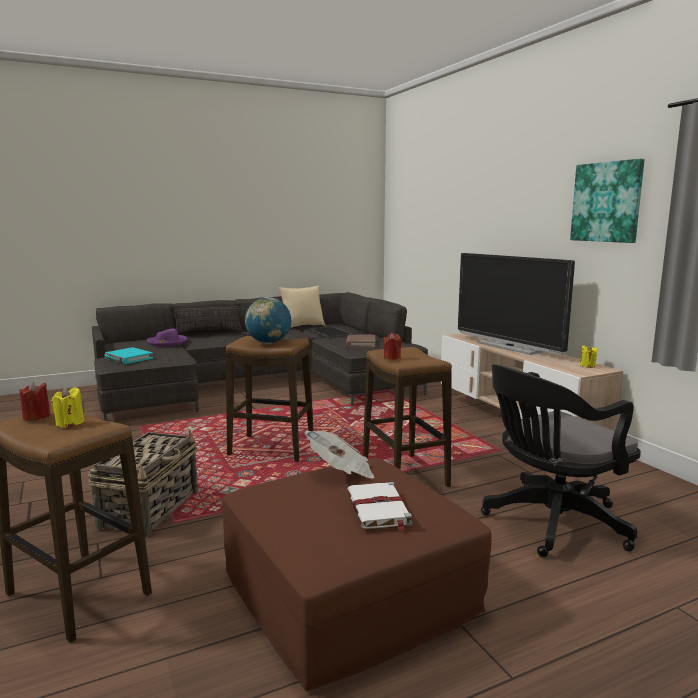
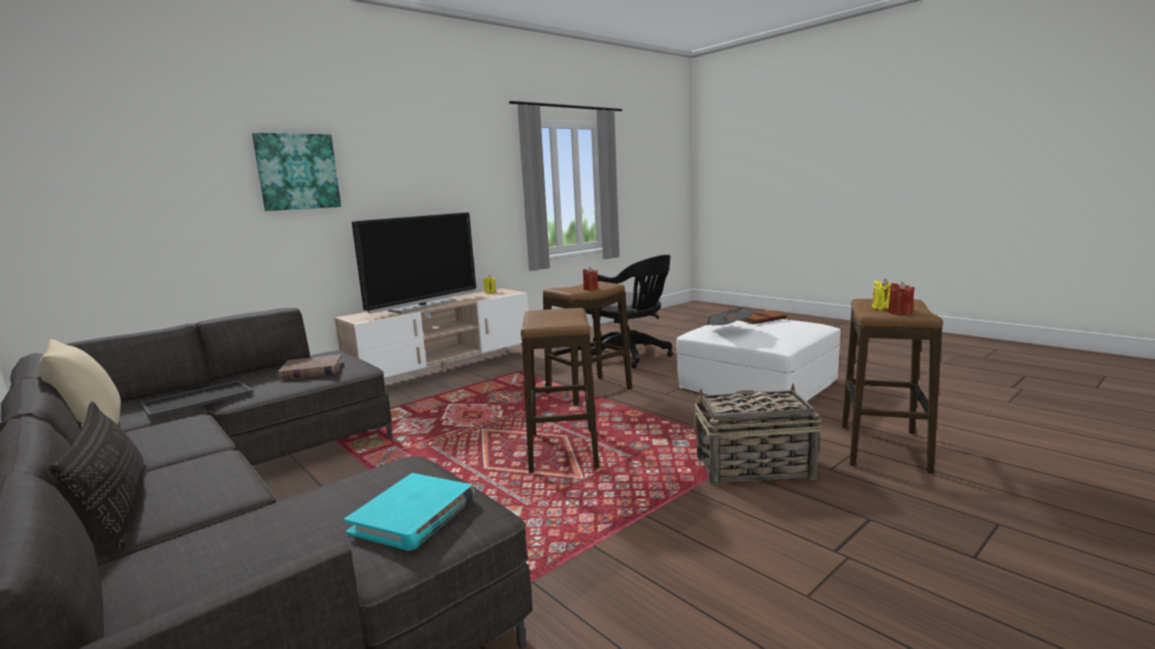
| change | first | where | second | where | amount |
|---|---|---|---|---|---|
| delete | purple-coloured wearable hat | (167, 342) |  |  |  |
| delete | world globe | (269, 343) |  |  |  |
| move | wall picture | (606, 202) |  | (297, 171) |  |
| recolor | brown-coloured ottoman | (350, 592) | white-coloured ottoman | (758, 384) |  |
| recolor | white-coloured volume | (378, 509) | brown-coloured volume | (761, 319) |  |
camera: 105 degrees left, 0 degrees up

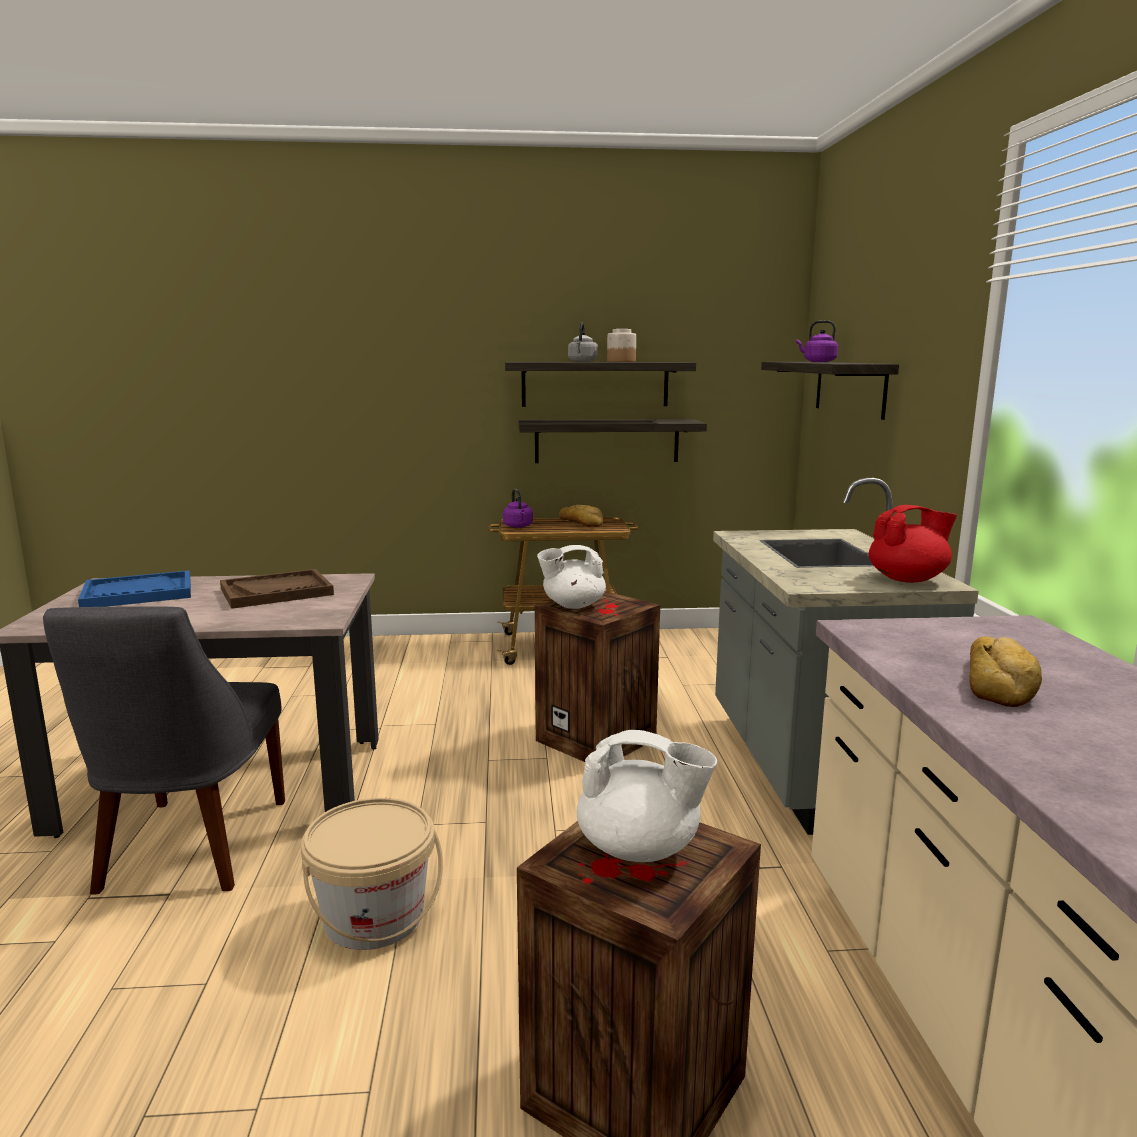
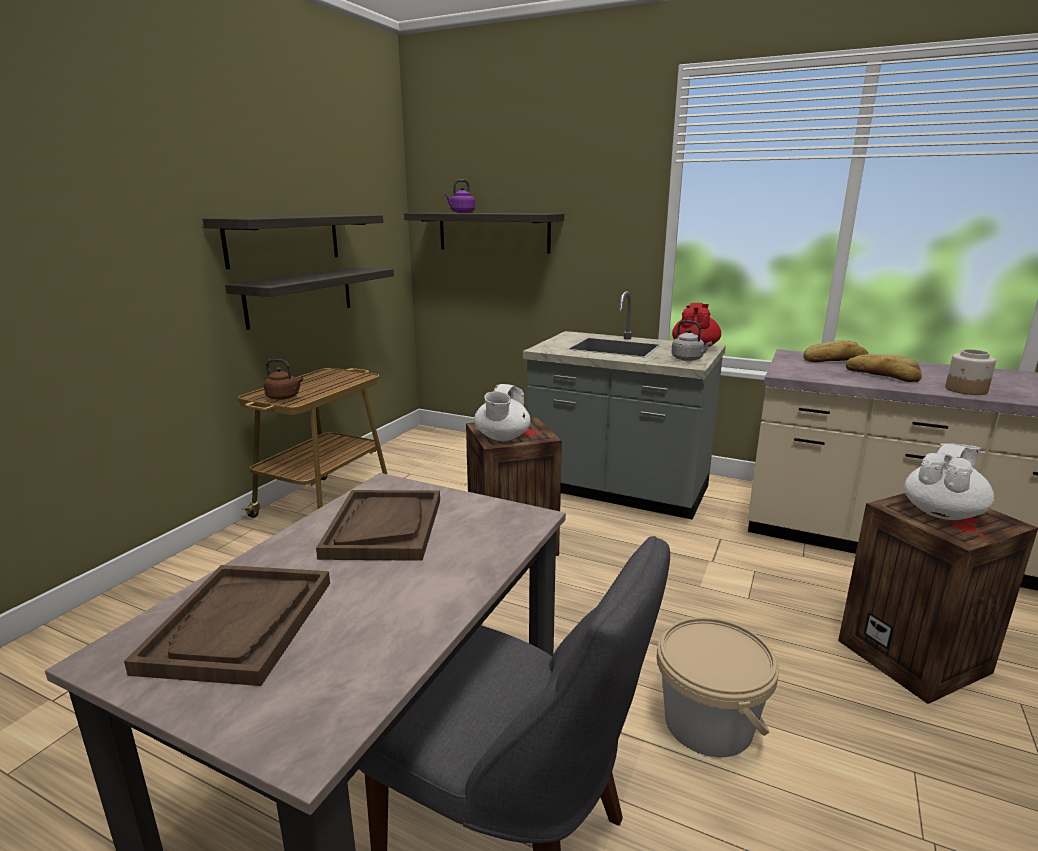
| change | first | where | second | where | amount |
|---|---|---|---|---|---|
| move | bread | (581, 522) |  | (833, 360) |  |
| move | grey tea kettle | (582, 361) |  | (688, 359) |  |
| move | jar | (621, 361) |  | (966, 390) |  |
| recolor | bluish serving tray | (138, 593) | brown-coloured serving tray | (240, 625) |  |
| recolor | purple-coloured tea kettle | (518, 526) | brown-coloured tea kettle | (284, 397) |  |
camera: 60 degrees left, 5 degrees up

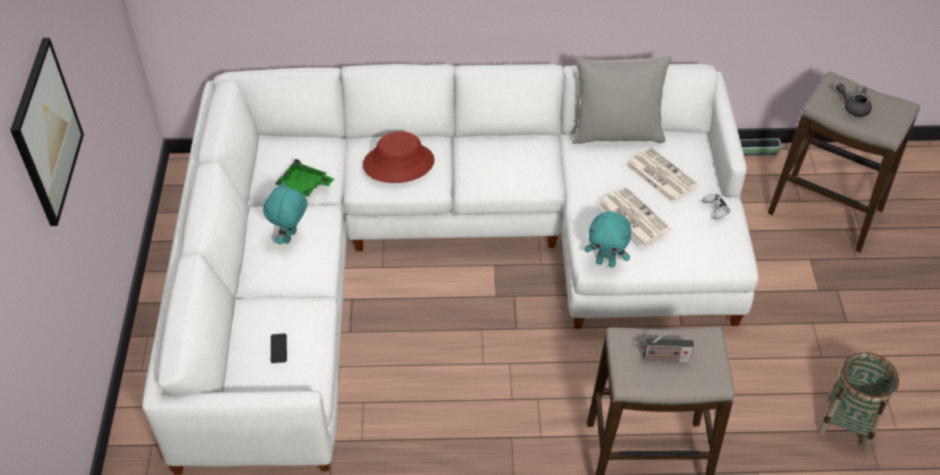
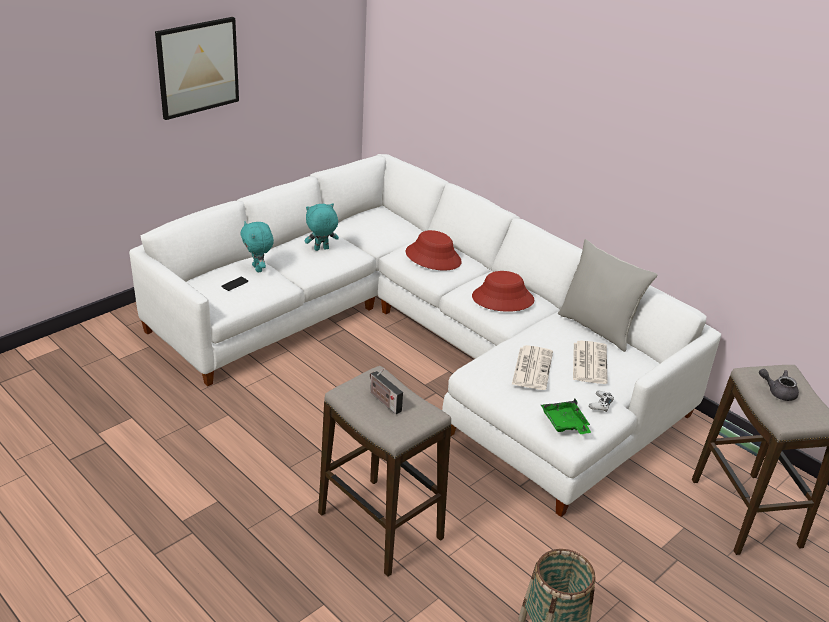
| change | first | where | second | where | amount |
|---|---|---|---|---|---|
| insert |  |  | reddish wearable hat | (502, 299) |  |
| move | greenish serving tray | (304, 185) |  | (564, 423) |  |
| move | blue-green soft toy | (606, 262) |  | (258, 268) |  |
| rotate | grey pot for tea | (853, 107) |  | (778, 392) | 60 degrees counterclockwise |
camera: 45 degrees right, 15 degrees down

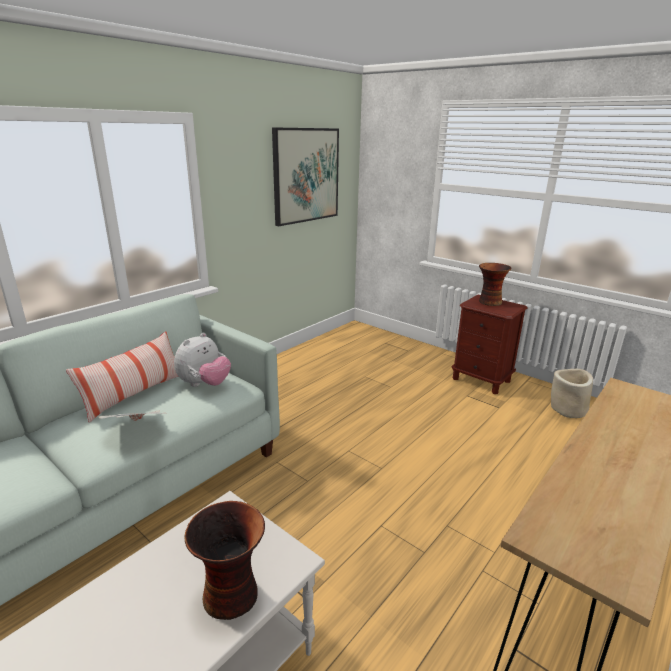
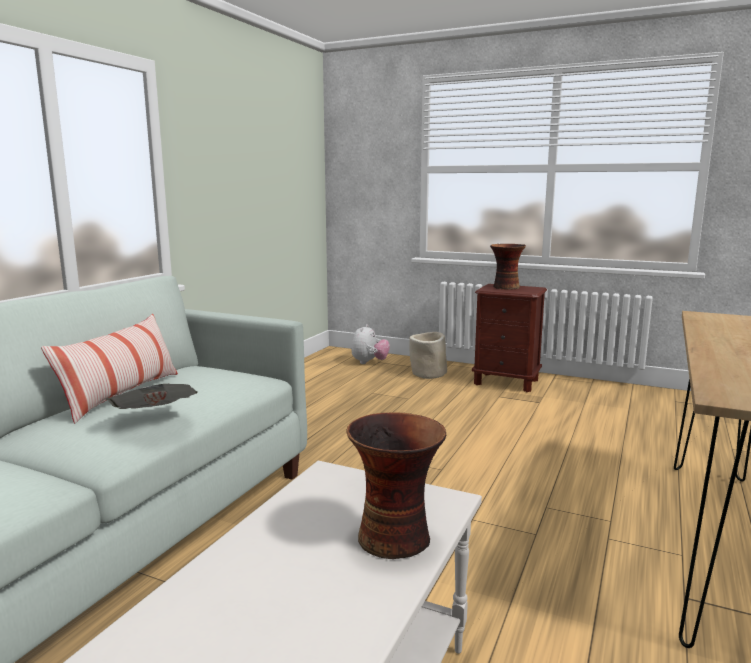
| change | first | where | second | where | amount |
|---|---|---|---|---|---|
| delete | wall picture | (306, 175) |  |  |  |
| move | soft toy | (204, 384) |  | (369, 362) |  |
| move | beige planter | (568, 409) |  | (428, 374) |  |
camera: 15 degrees left, 10 degrees down

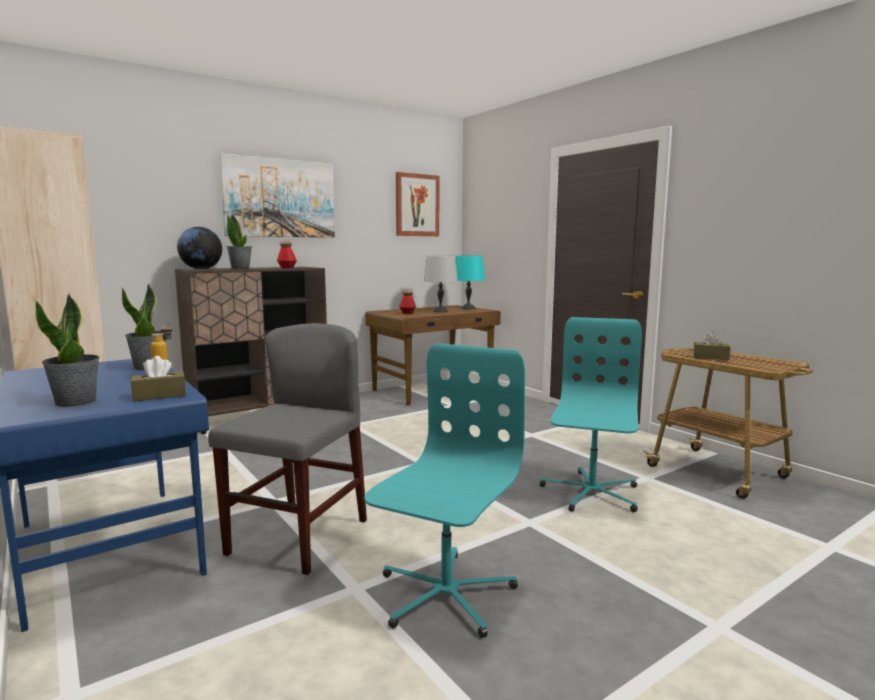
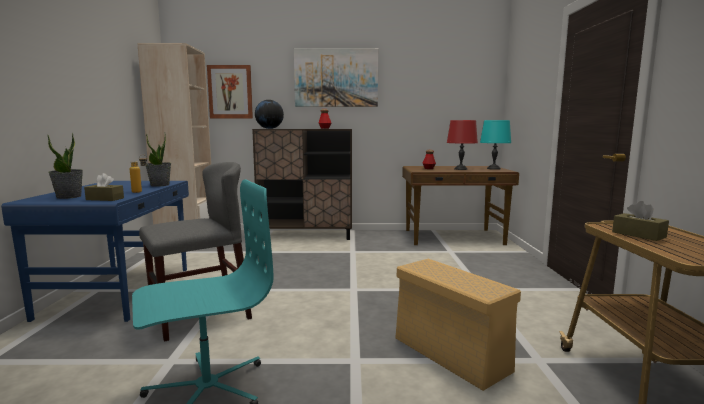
| change | first | where | second | where | amount |
|---|---|---|---|---|---|
| delete | houseplant | (240, 268) |  |  |  |
| move | wall picture | (417, 205) |  | (230, 92) |  |
| replace | blue-green computer chair | (590, 493) | beige storage container | (452, 355) |  |
| recolor | grey lamp for a table | (440, 311) | reddish lamp for a table | (460, 169) |  |
camera: 35 degrees right, 0 degrees up

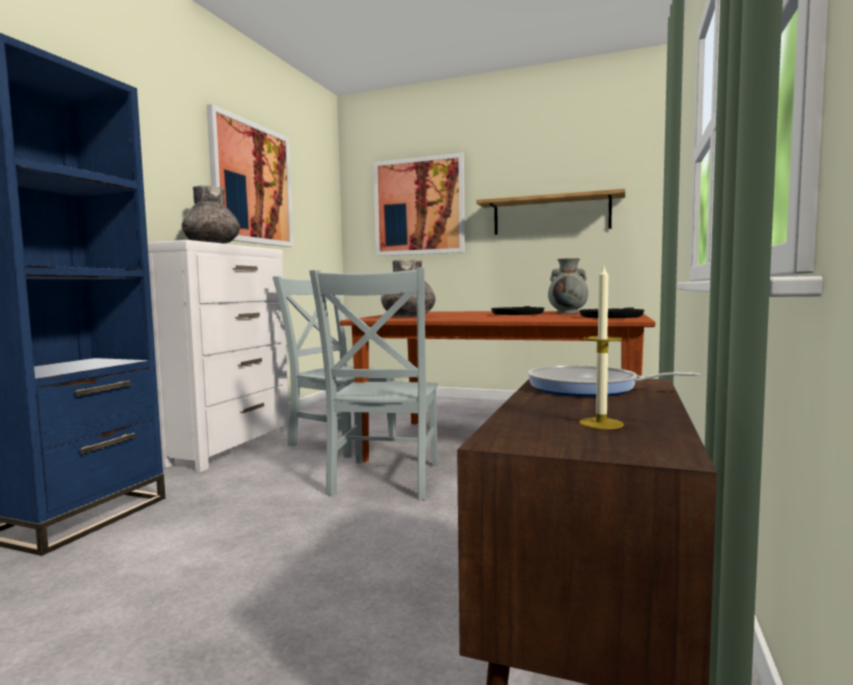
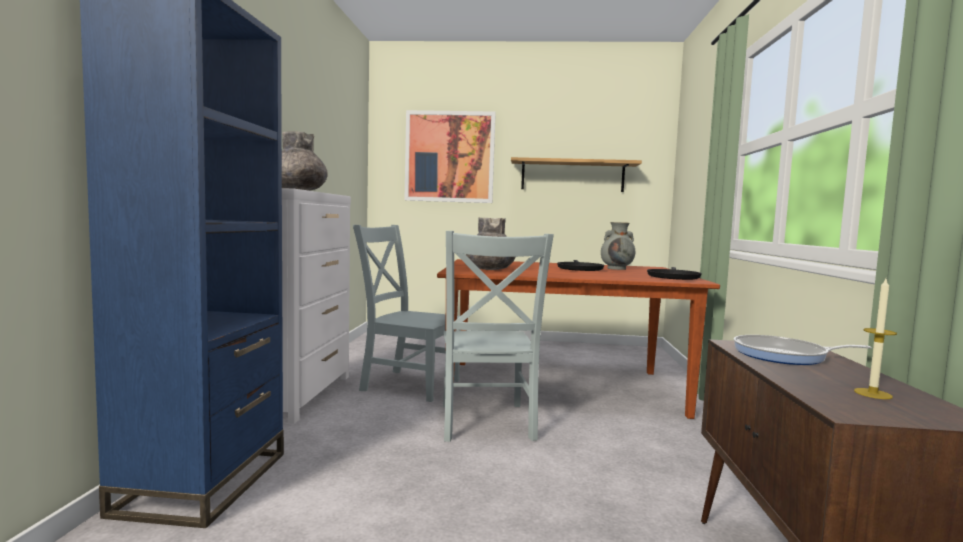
| change | first | where | second | where | amount |
|---|---|---|---|---|---|
| delete | wall picture | (252, 184) |  |  |  |
camera: 15 degrees left, 0 degrees up

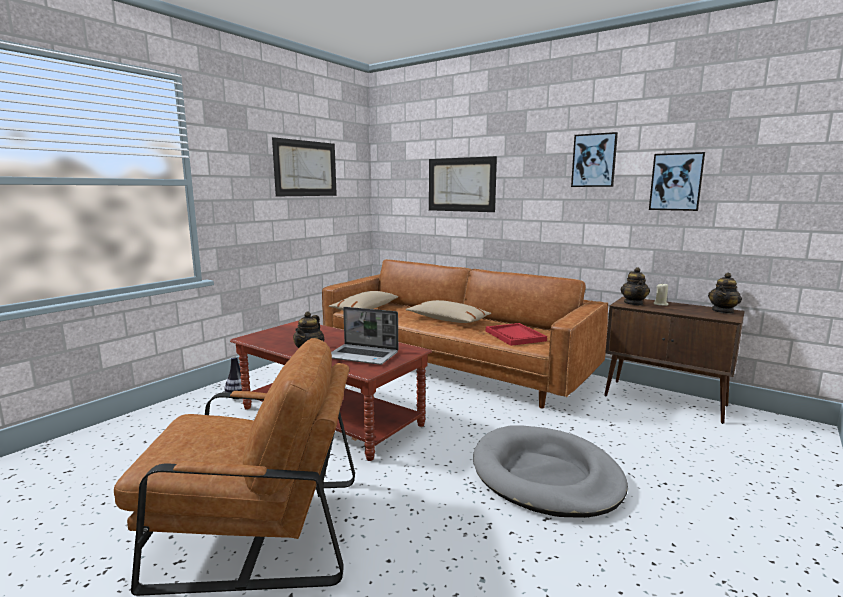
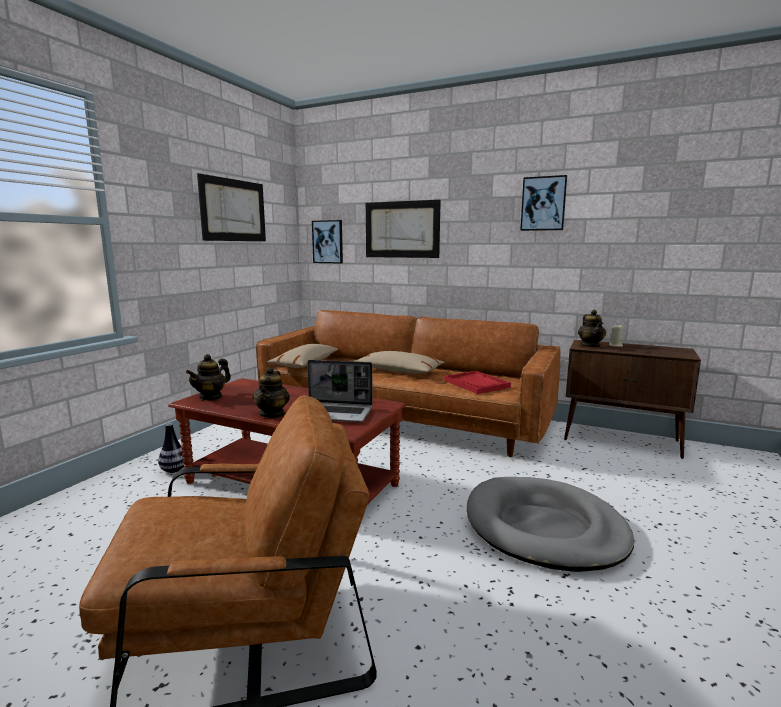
| change | first | where | second | where | amount |
|---|---|---|---|---|---|
| move | wall picture | (676, 182) |  | (328, 242) |  |
| move | pot for tea | (723, 311) |  | (211, 397) |  |
camera: 10 degrees left, 0 degrees up

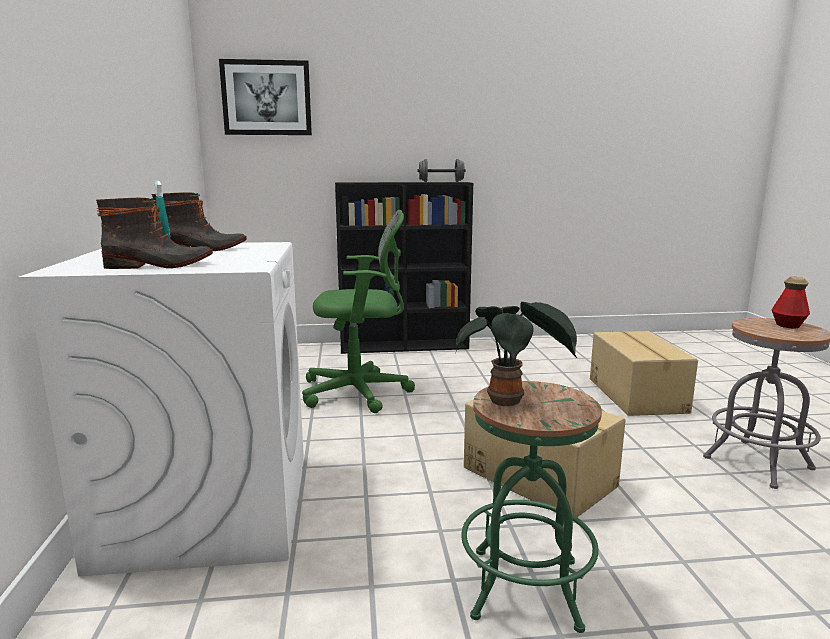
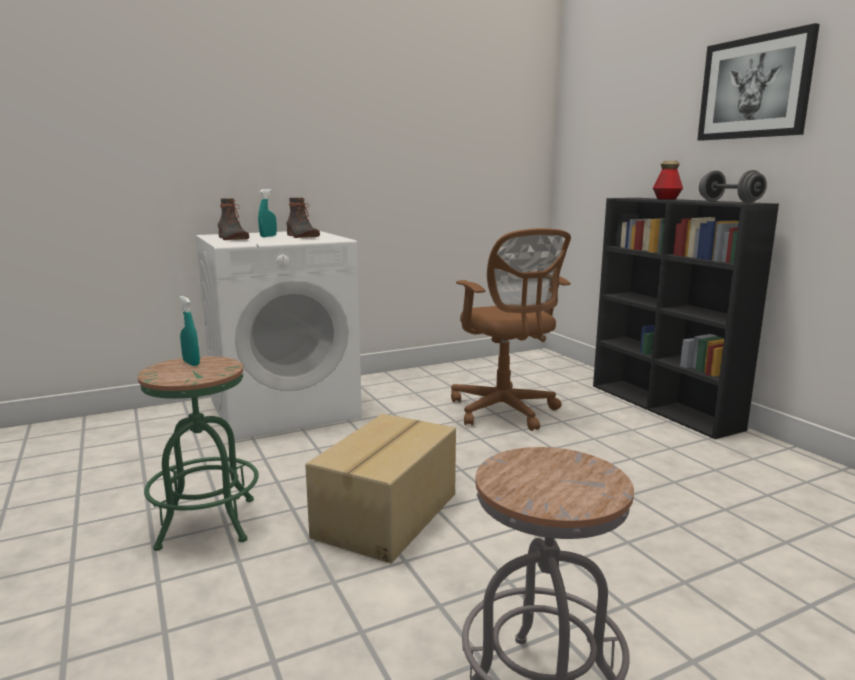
| change | first | where | second | where | amount |
|---|---|---|---|---|---|
| delete | packing box | (637, 395) |  |  |  |
| move | wall picture | (266, 98) |  | (754, 88) |  |
| move | beverage bottle | (788, 325) |  | (666, 199) |  |
| replace | houseplant | (509, 402) | blue-green hand sprayer | (191, 363) |  |
| recolor | greenish computer chair | (361, 392) | brown-coloured computer chair | (505, 412) |  |
camera: 70 degrees right, 0 degrees up

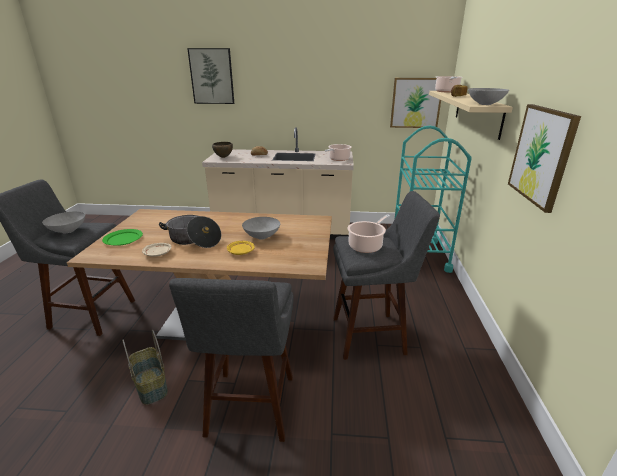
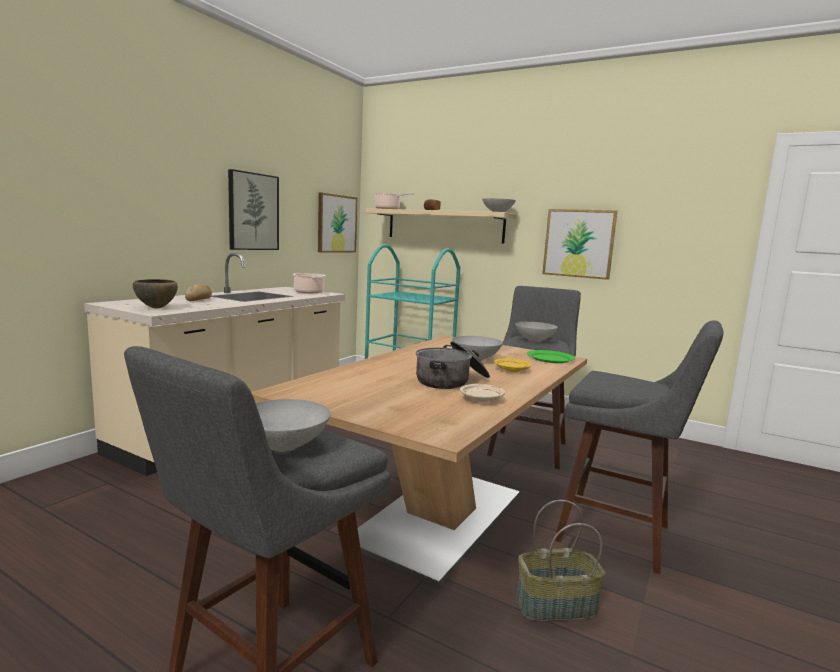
| change | first | where | second | where | amount |
|---|---|---|---|---|---|
| move | greenish dinner plate | (123, 239) |  | (550, 358) |  |
| move | wall picture | (212, 76) |  | (253, 211) |  |
| replace | stockpot | (366, 246) | grey serving bowl | (535, 340) |  |
camera: 65 degrees left, 15 degrees down

